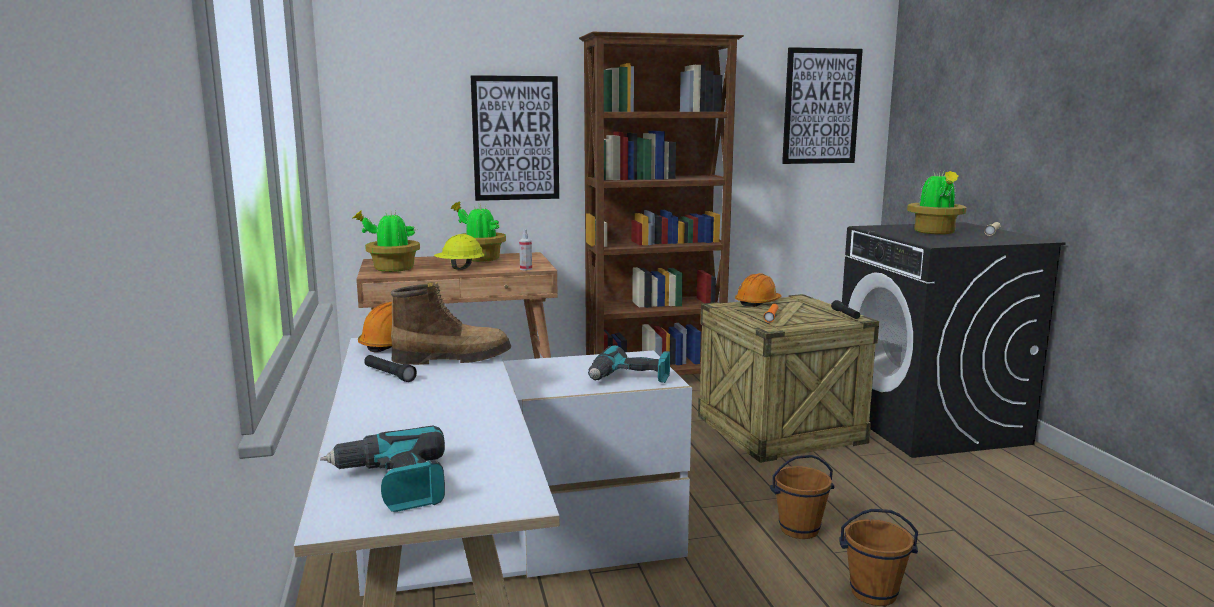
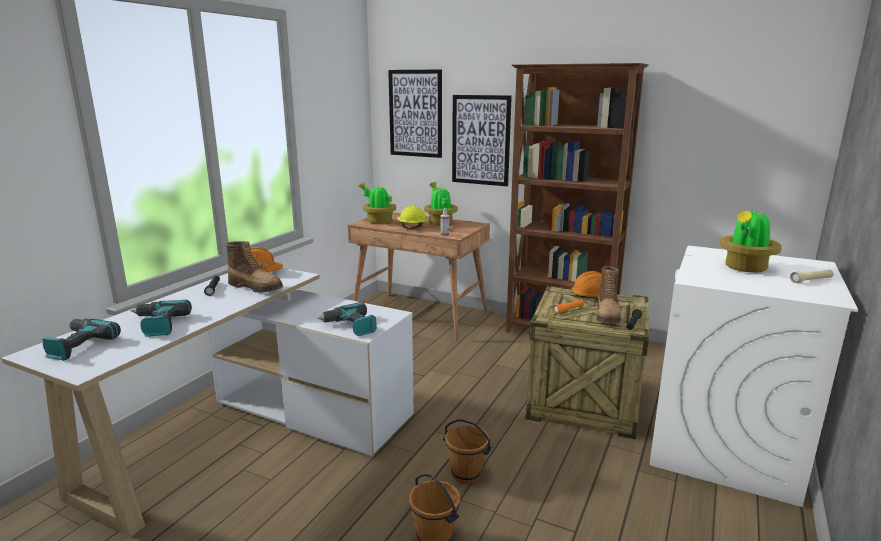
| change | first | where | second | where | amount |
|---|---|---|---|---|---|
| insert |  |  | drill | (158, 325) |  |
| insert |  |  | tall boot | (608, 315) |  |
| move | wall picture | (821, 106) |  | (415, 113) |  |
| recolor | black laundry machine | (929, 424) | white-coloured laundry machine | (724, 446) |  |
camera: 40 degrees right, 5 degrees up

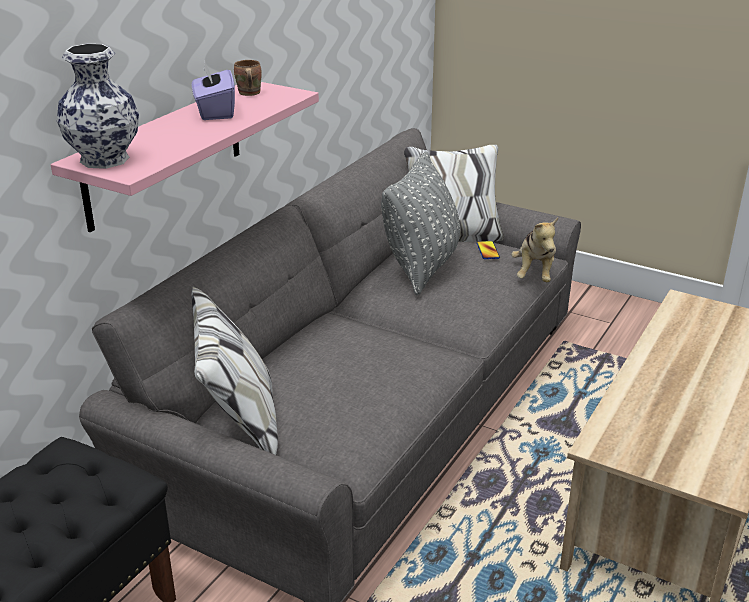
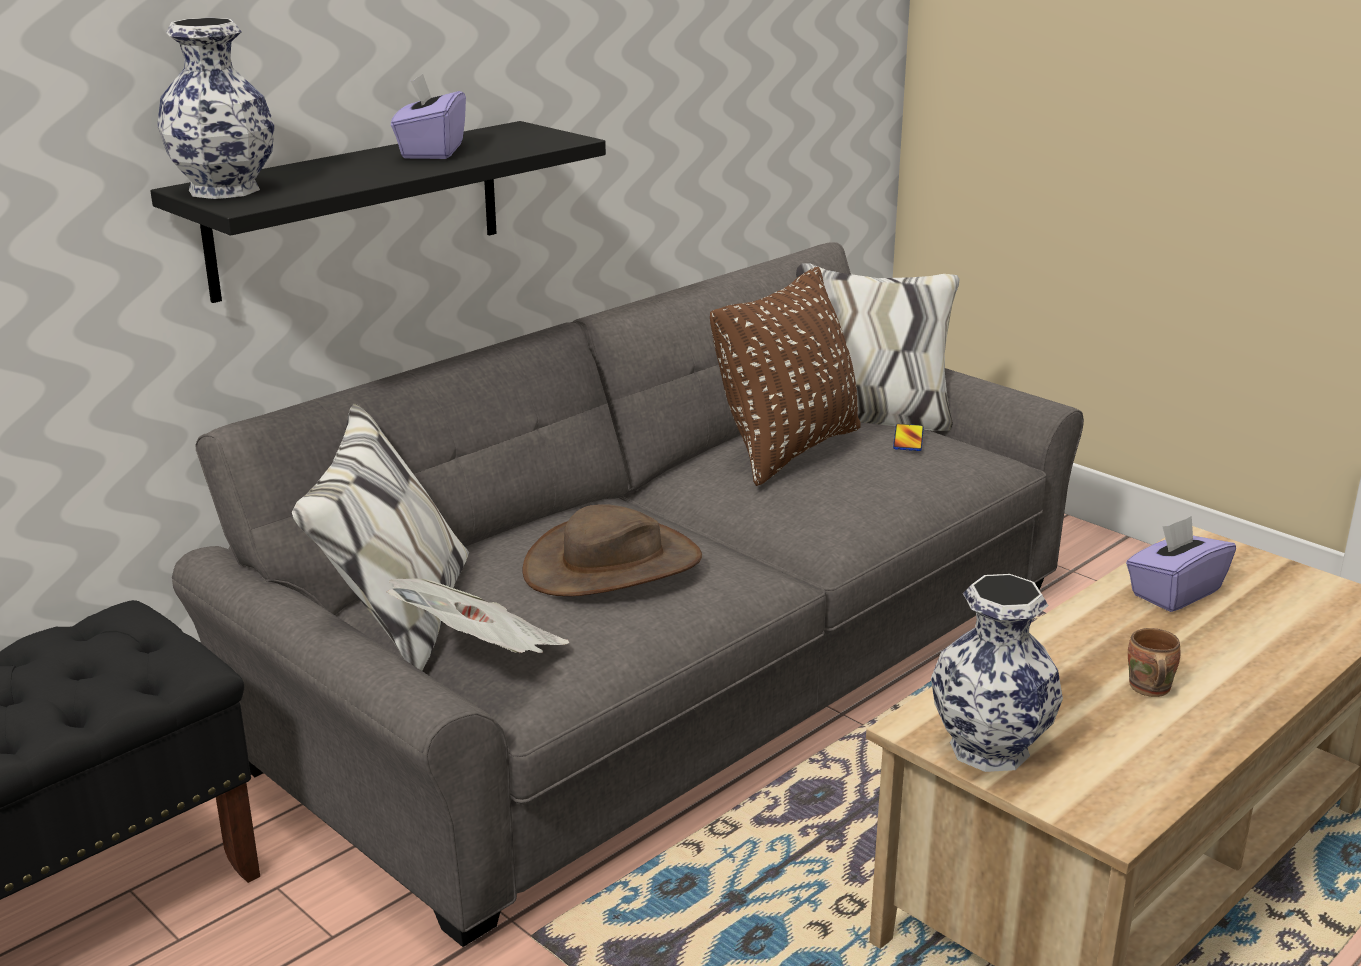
| change | first | where | second | where | amount |
|---|---|---|---|---|---|
| delete | soft toy | (534, 274) |  |  |  |
| insert |  |  | newspaper | (482, 656) |  |
| insert |  |  | brown-coloured wearable hat | (613, 565) |  |
| insert |  |  | flower vase | (990, 747) |  |
| insert |  |  | purple-coloured tissue holder | (1174, 592) |  |
| move | brown-coloured coffee mug | (248, 93) |  | (1147, 689) |  |
| recolor | pink bracket shelf | (165, 153) | black bracket shelf | (357, 209) |  |
| recolor | grey cushion | (422, 267) | brown-coloured cushion | (789, 450) |  |
camera: 15 degrees right, 5 degrees down

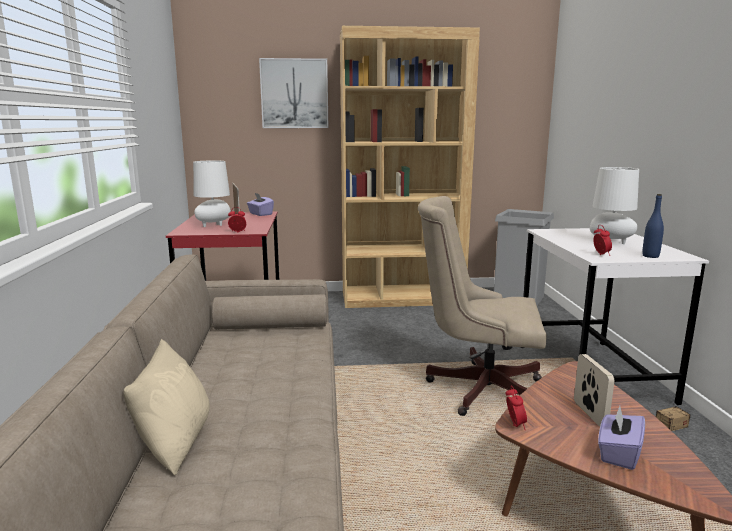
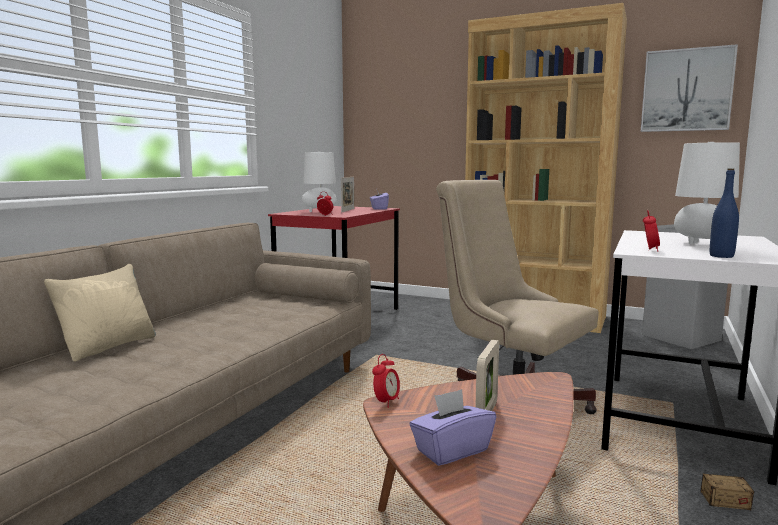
| change | first | where | second | where | amount |
|---|---|---|---|---|---|
| move | wall picture | (294, 94) |  | (686, 90) |  |
camera: 30 degrees right, 5 degrees down

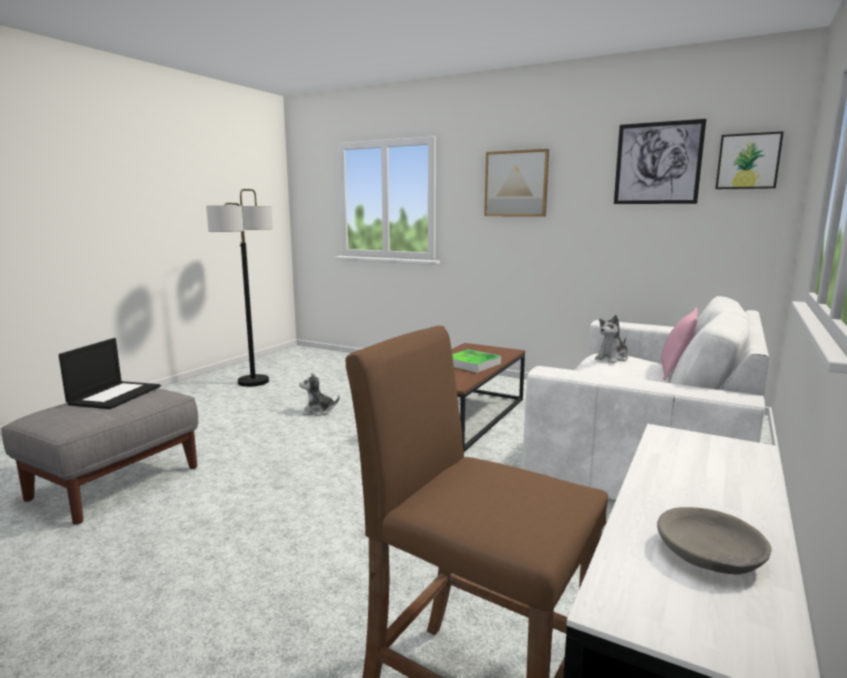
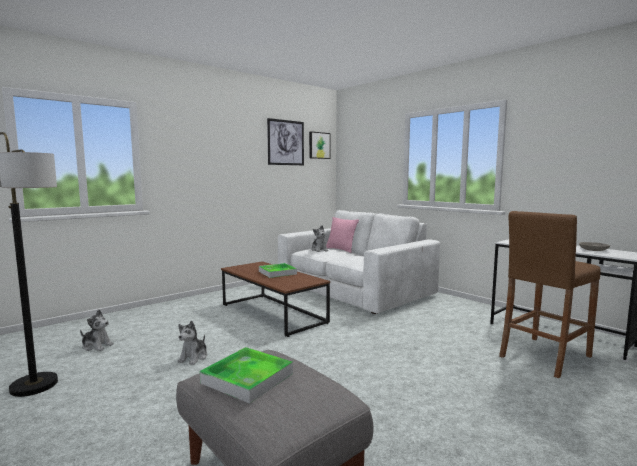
| change | first | where | second | where | amount |
|---|---|---|---|---|---|
| delete | wall picture | (516, 184) |  |  |  |
| insert |  |  | soft toy | (97, 346) |  |
| replace | laptop | (115, 395) | serving tray | (247, 378) |  |
camera: 70 degrees left, 5 degrees down

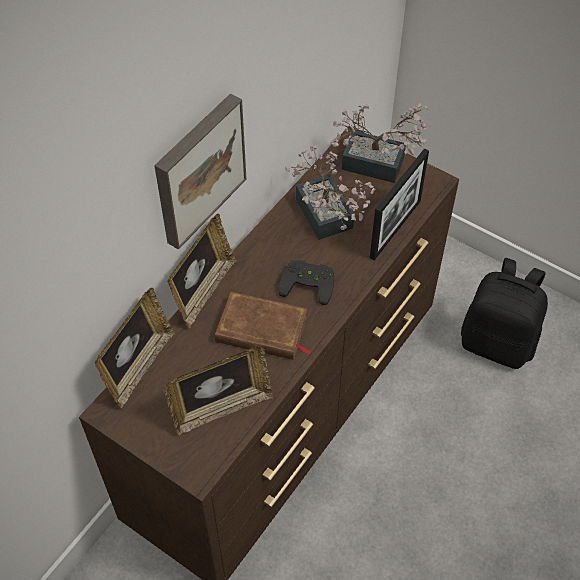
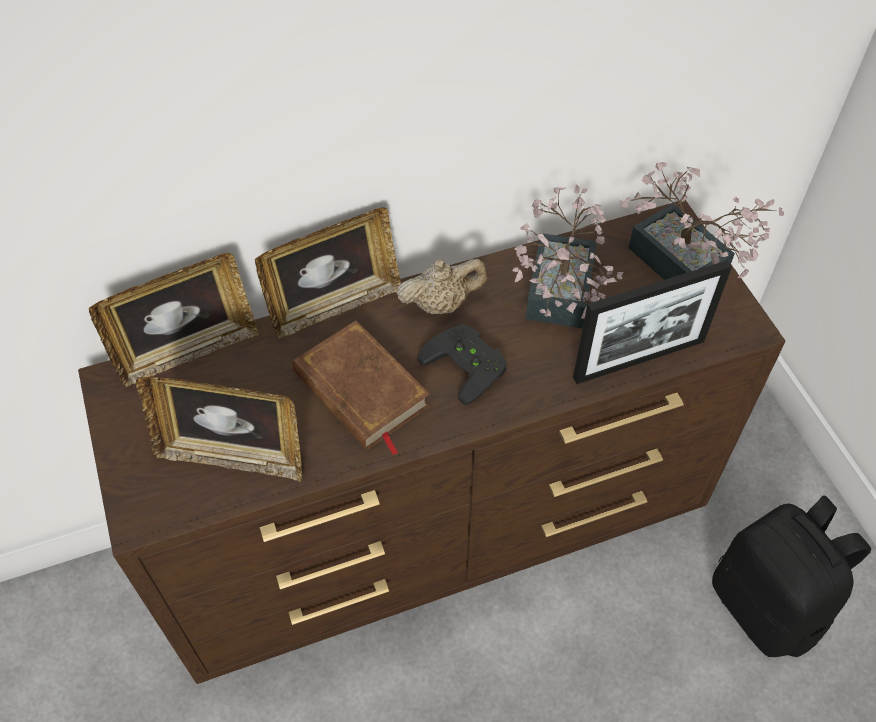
| change | first | where | second | where | amount |
|---|---|---|---|---|---|
| delete | wall picture | (198, 169) |  |  |  |
| insert |  |  | beige pot for tea | (441, 304) |  |
camera: 35 degrees right, 0 degrees up

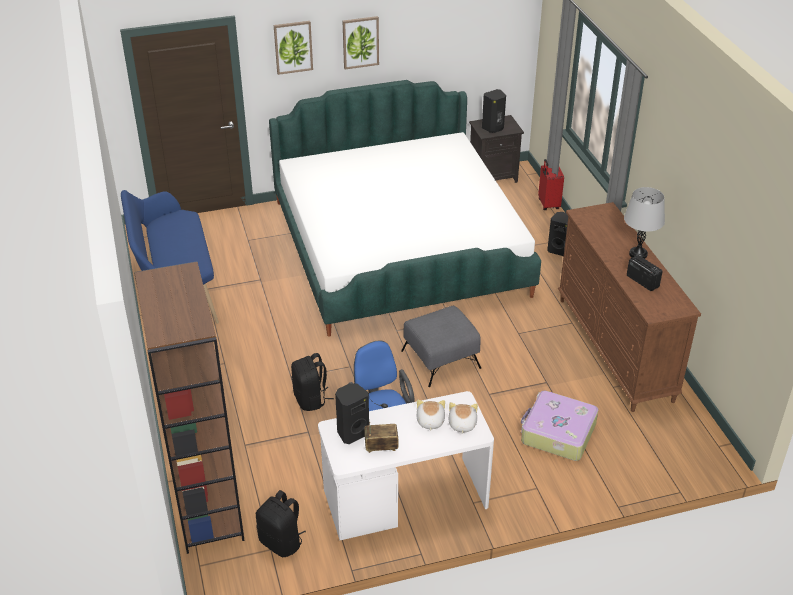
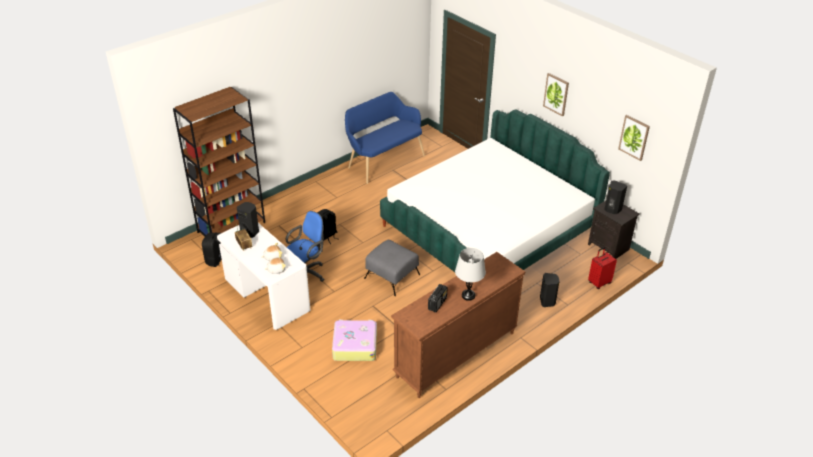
| change | first | where | second | where | amount |
|---|---|---|---|---|---|
| move | wall picture | (293, 47) |  | (634, 137) |  |
camera: 65 degrees right, 0 degrees up

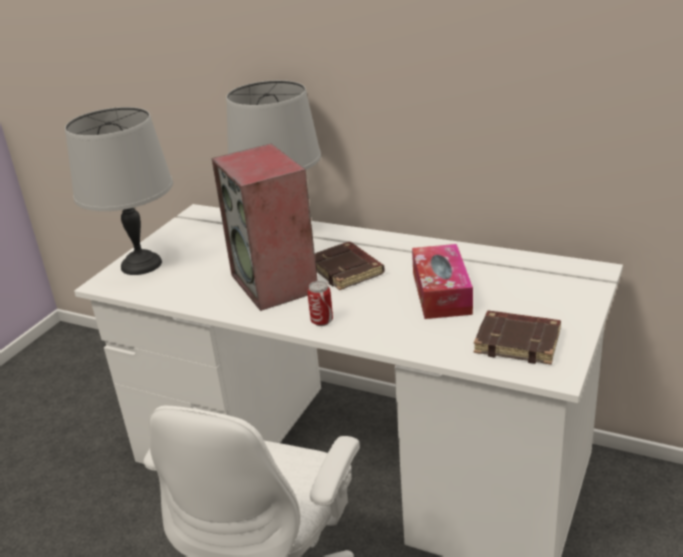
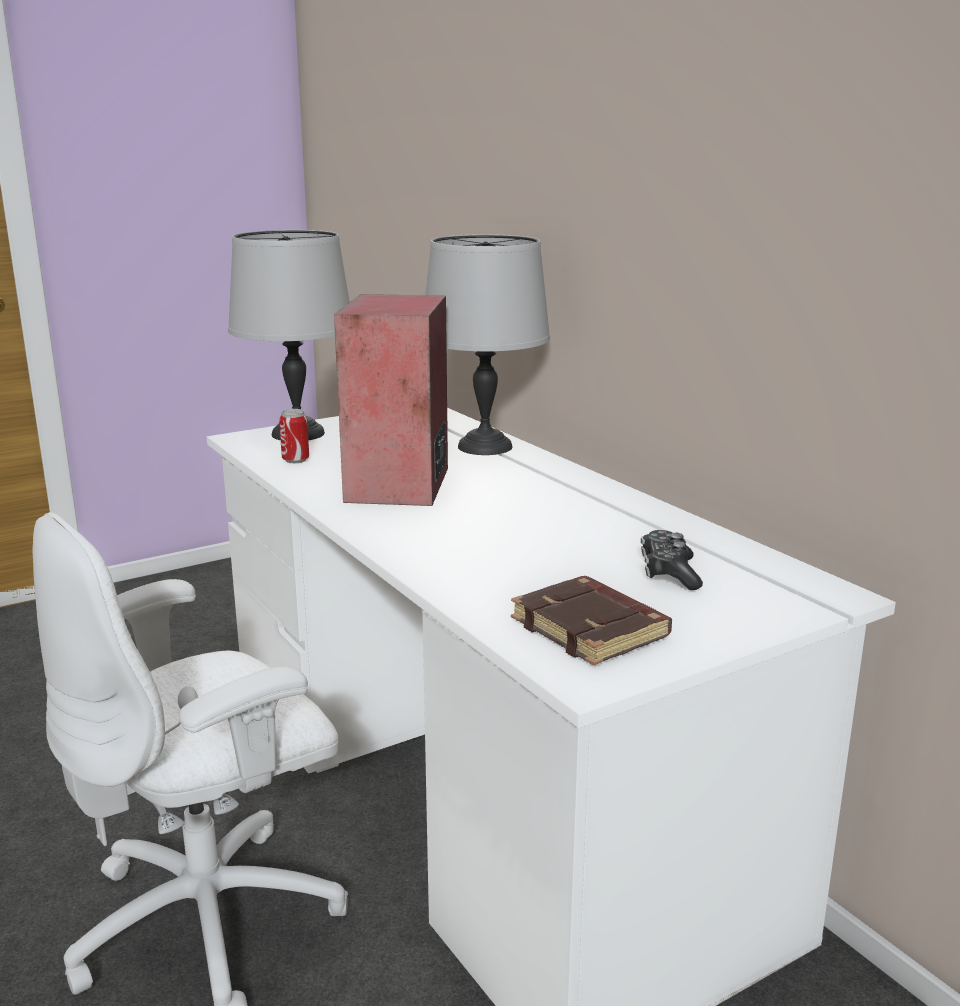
| change | first | where | second | where | amount |
|---|---|---|---|---|---|
| delete | brown-coloured volume | (347, 270) |  |  |  |
| delete | tissue holder | (441, 293) |  |  |  |
| insert |  |  | game controller | (669, 572) |  |
| move | metal can | (322, 321) |  | (295, 460) |  |
camera: 30 degrees right, 10 degrees down

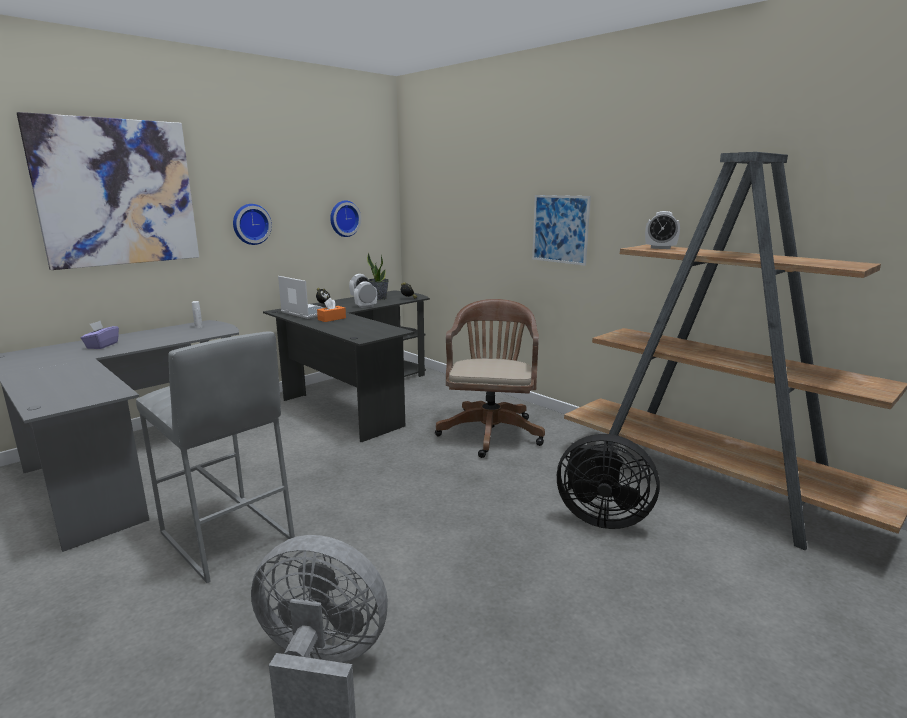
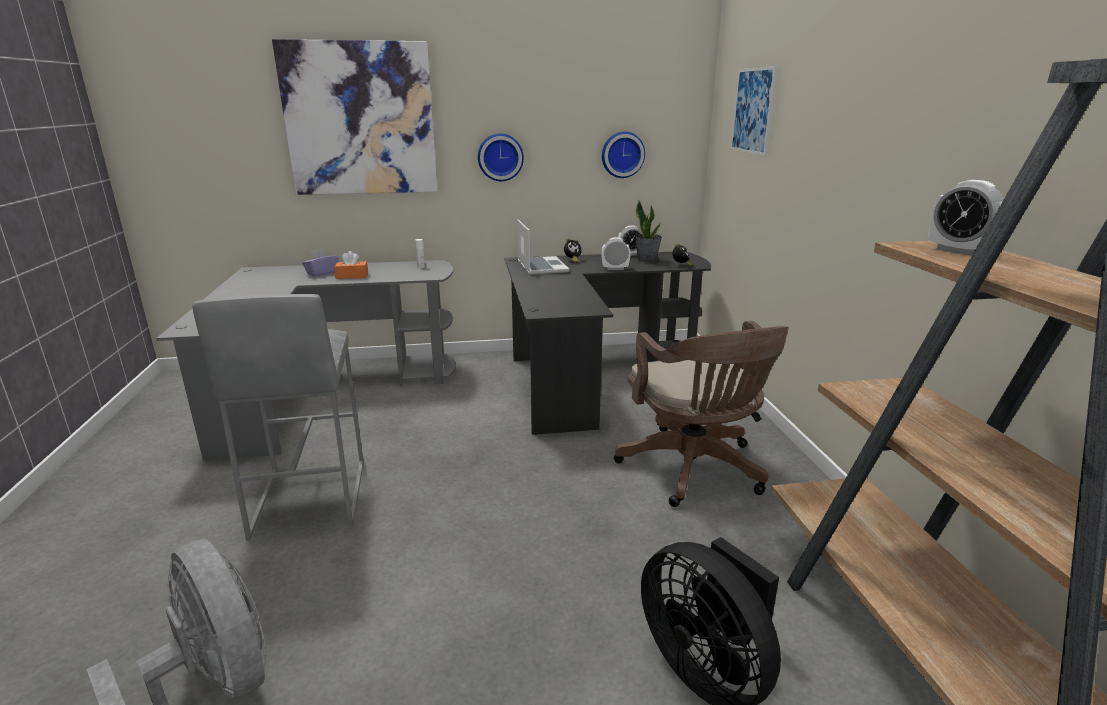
| change | first | where | second | where | amount |
|---|---|---|---|---|---|
| move | orangey tissue holder | (332, 319) |  | (352, 276) |  |
| move | wall picture | (560, 229) |  | (752, 111) |  |
| rotate | brown-coloured computer chair | (491, 431) |  | (694, 470) | 120 degrees clockwise |
camera: 35 degrees right, 5 degrees up

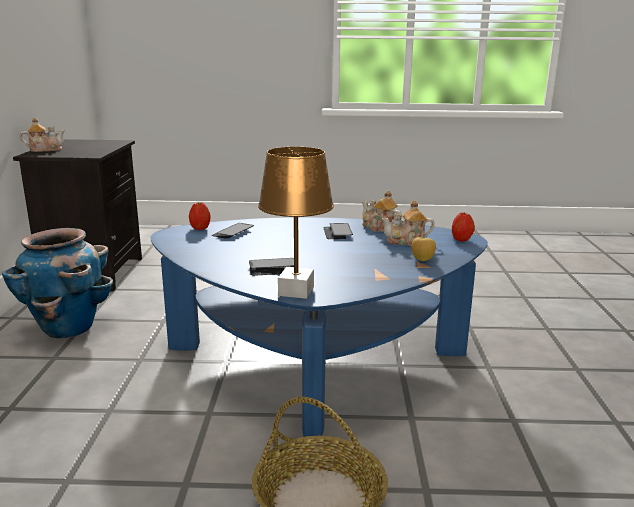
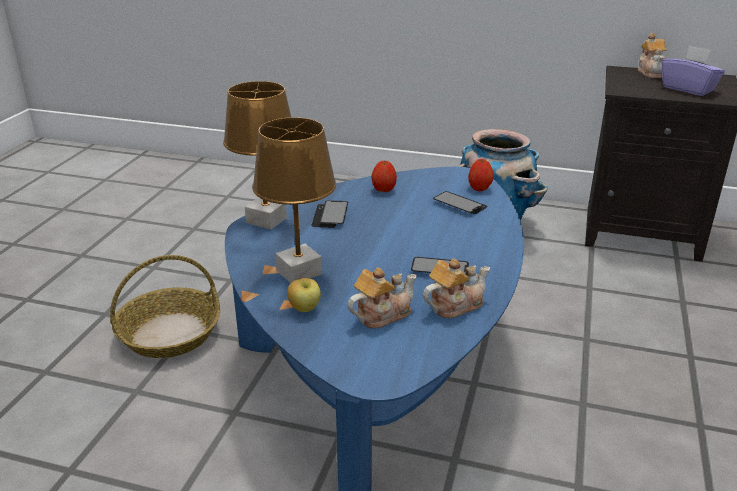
| change | first | where | second | where | amount |
|---|---|---|---|---|---|
| insert |  |  | brown-coloured lamp for a table | (299, 273) |  |
| insert |  |  | purple-coloured tissue holder | (688, 89) |  |
| move | apple | (461, 239) |  | (383, 190) |  |
| rotate | pot for tea | (406, 241) |  | (382, 314) | 45 degrees clockwise |
camera: 105 degrees right, 10 degrees up

